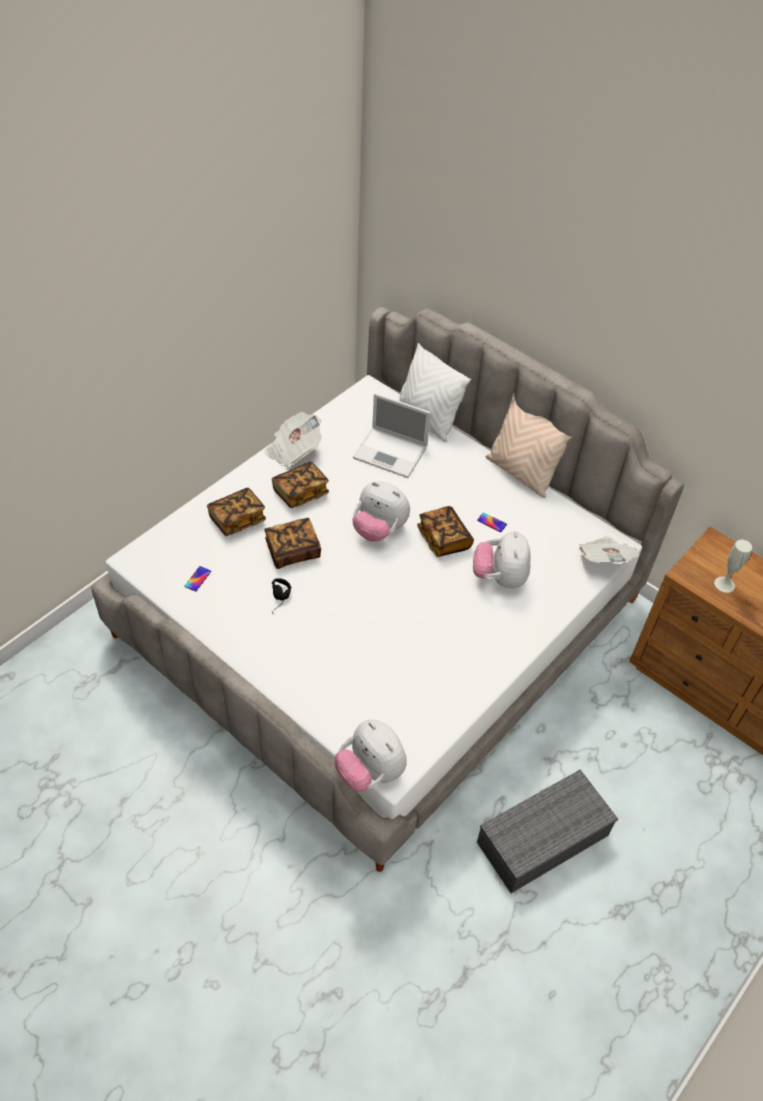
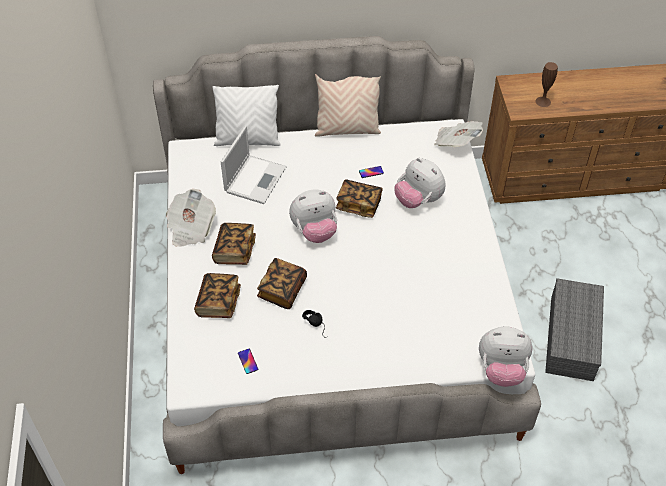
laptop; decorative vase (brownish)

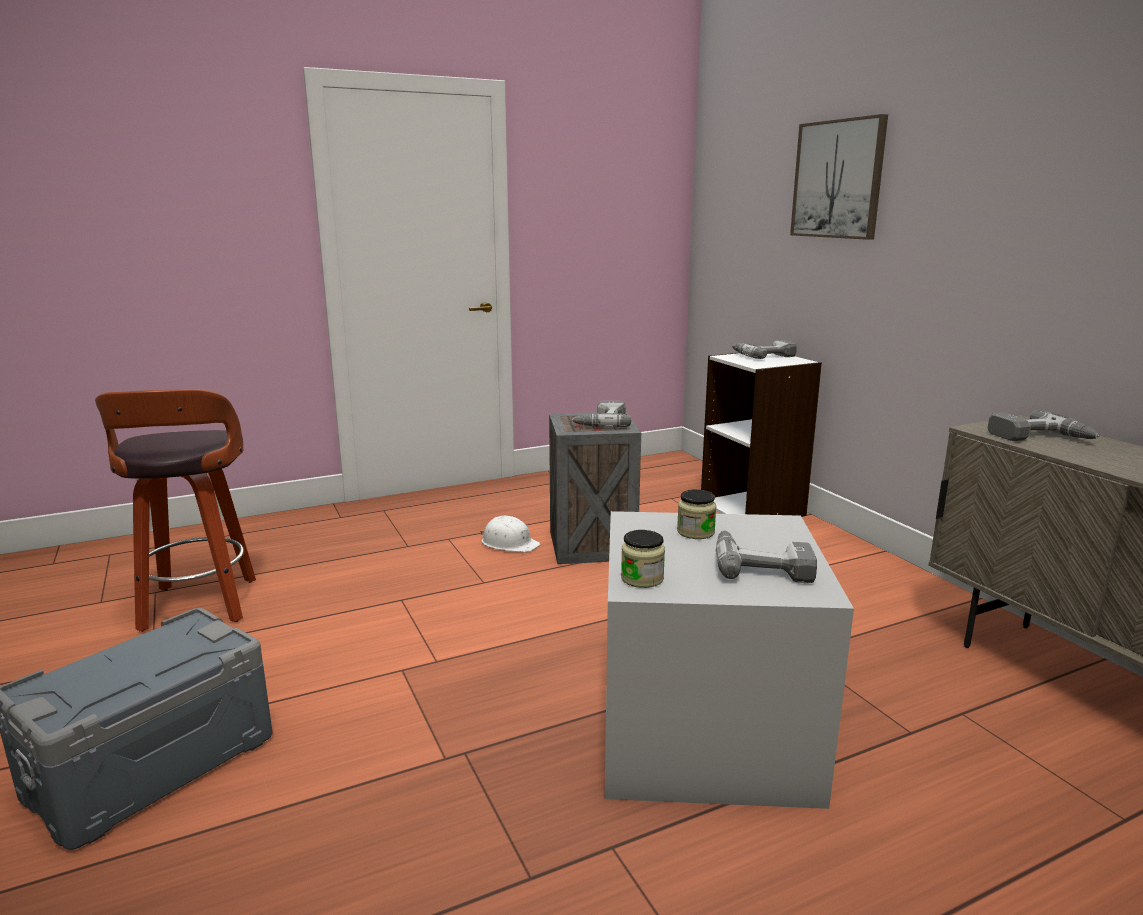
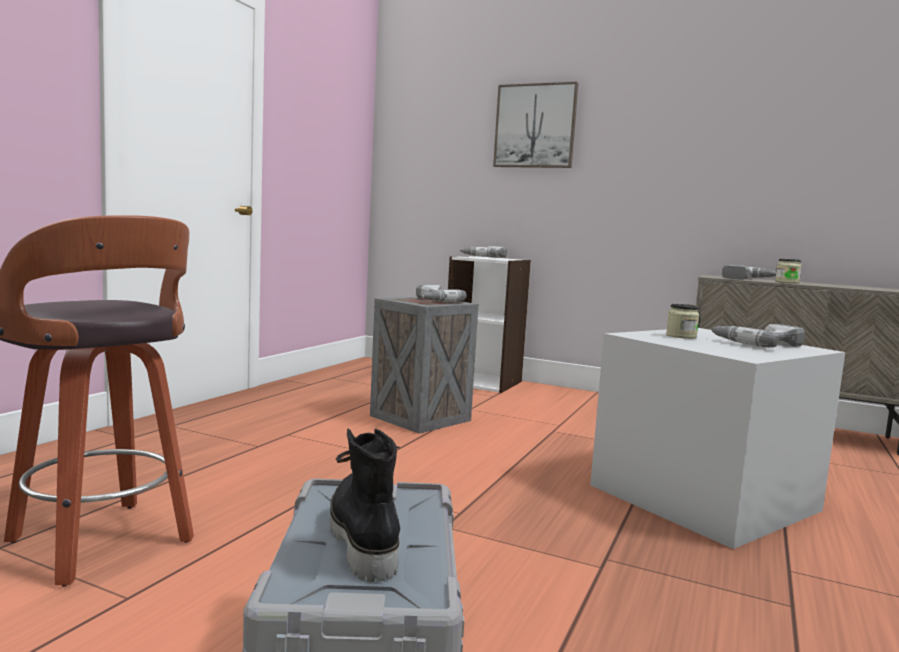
work helmet (white); storage jar (2nd from left); high-top boot (black-coloured)

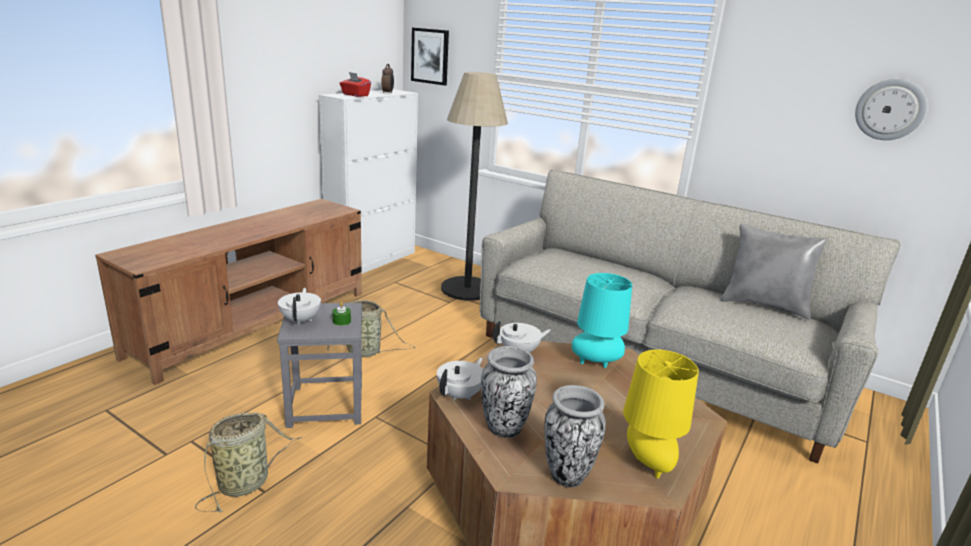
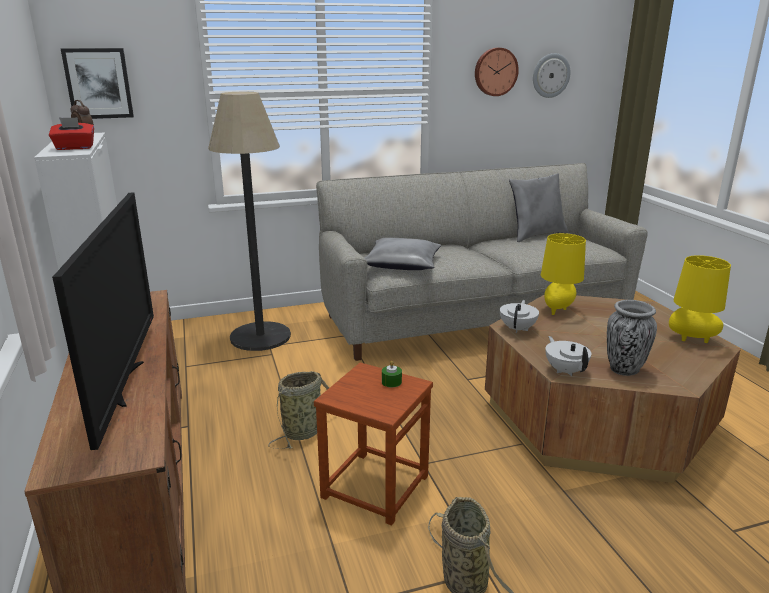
lamp for a table (yellow-coloured) (1st from left); tea pot (white) (1st from left in the first image); sitting stool (brownish); decorative vase (2nd from left in the first image); clock on the wall (1st from left); TV set; cushion (grey) (1st from left)

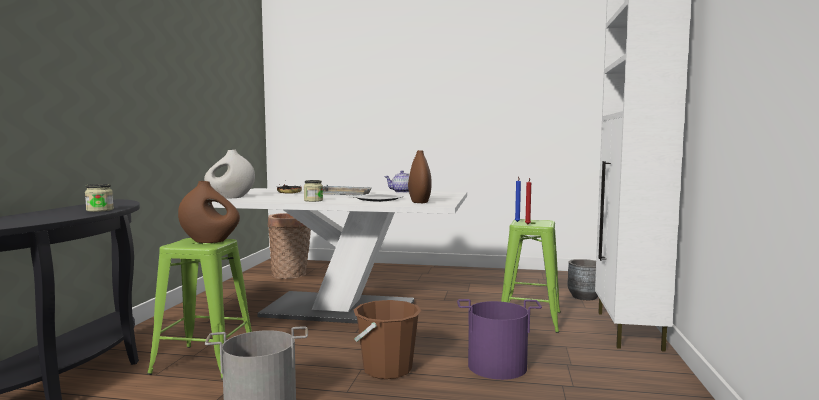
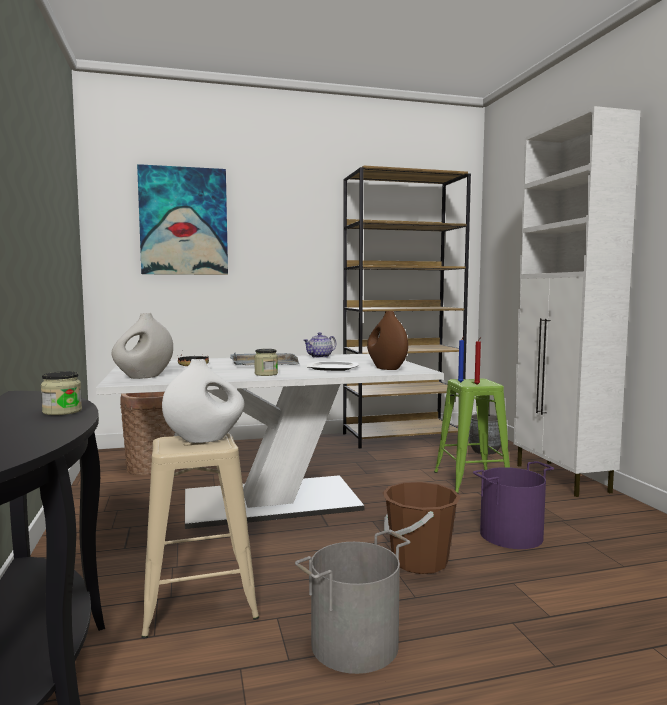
decorative vase (white) (2nd from left); sitting stool (sand-coloured); picture; bookshelf (brownish)

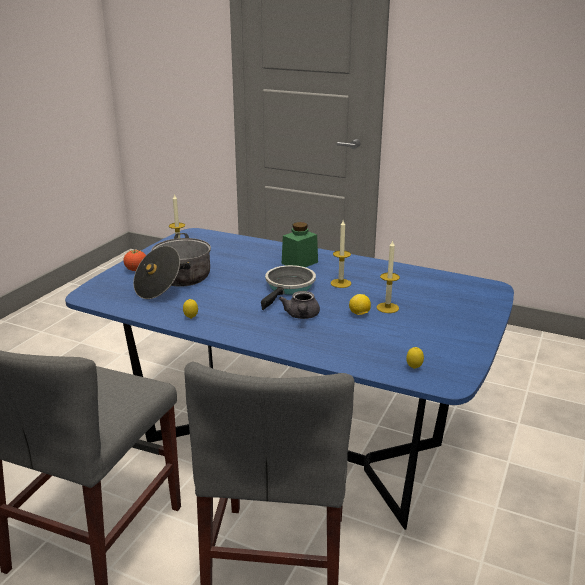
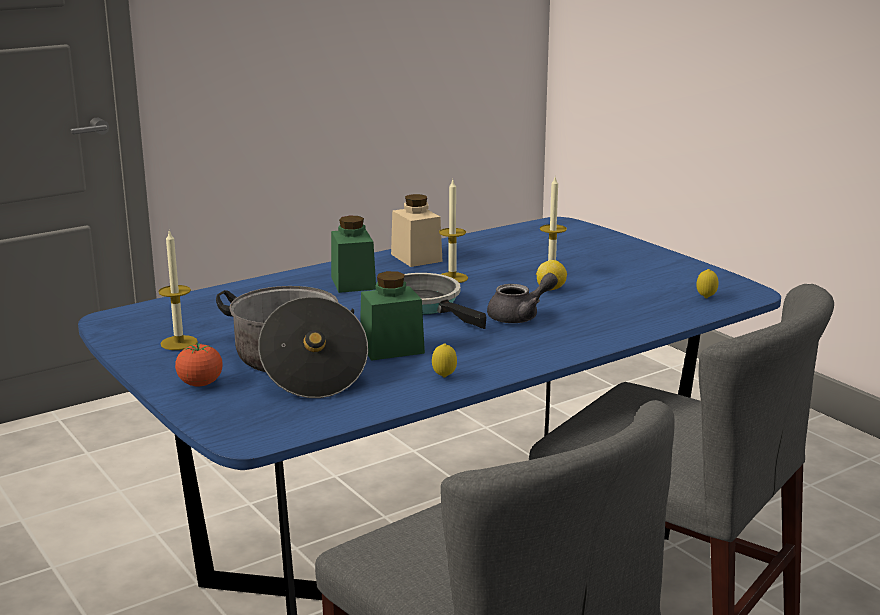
tea pot (grey); storage jar (sand-coloured); storage jar (green-coloured) (2nd from left)

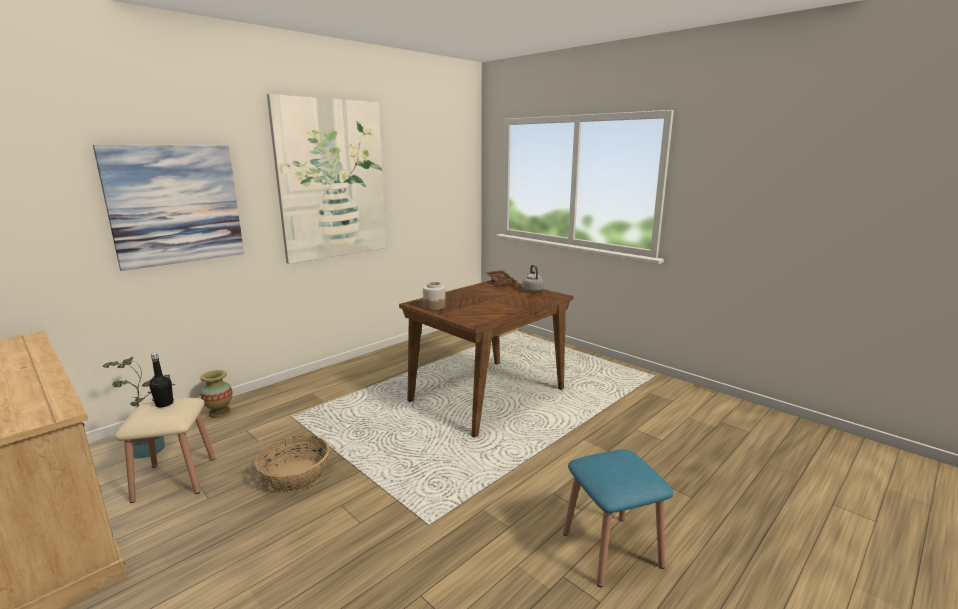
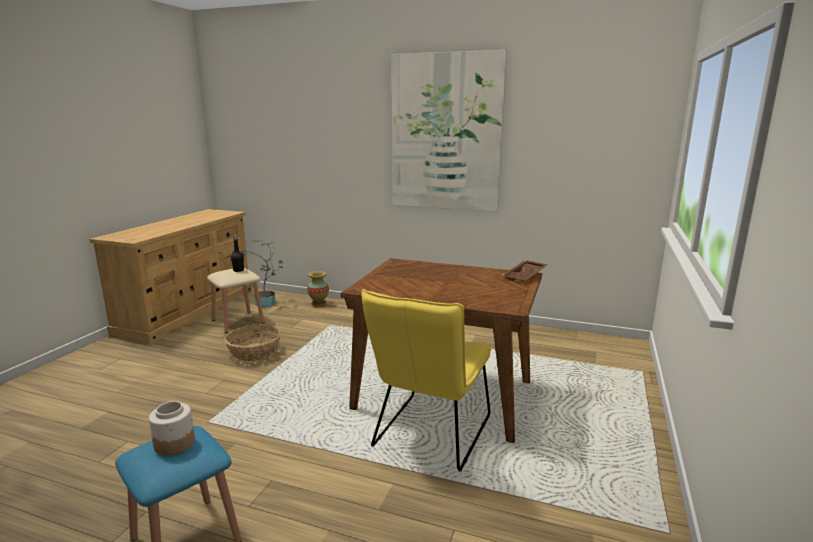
picture (1st from left in the first image); kettle (grey); storage jar; upright chair (yellow-coloured)

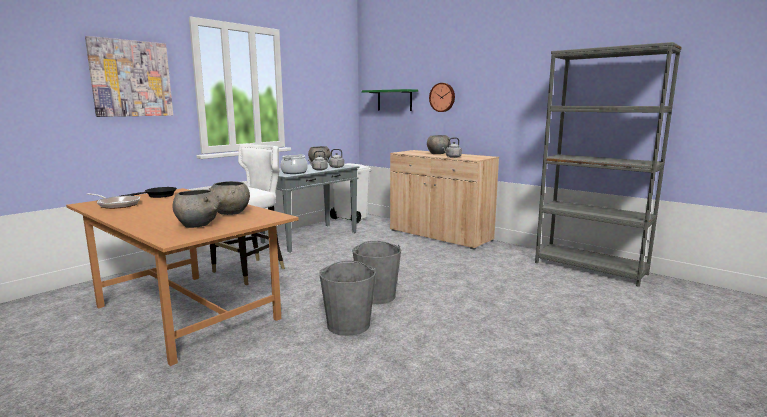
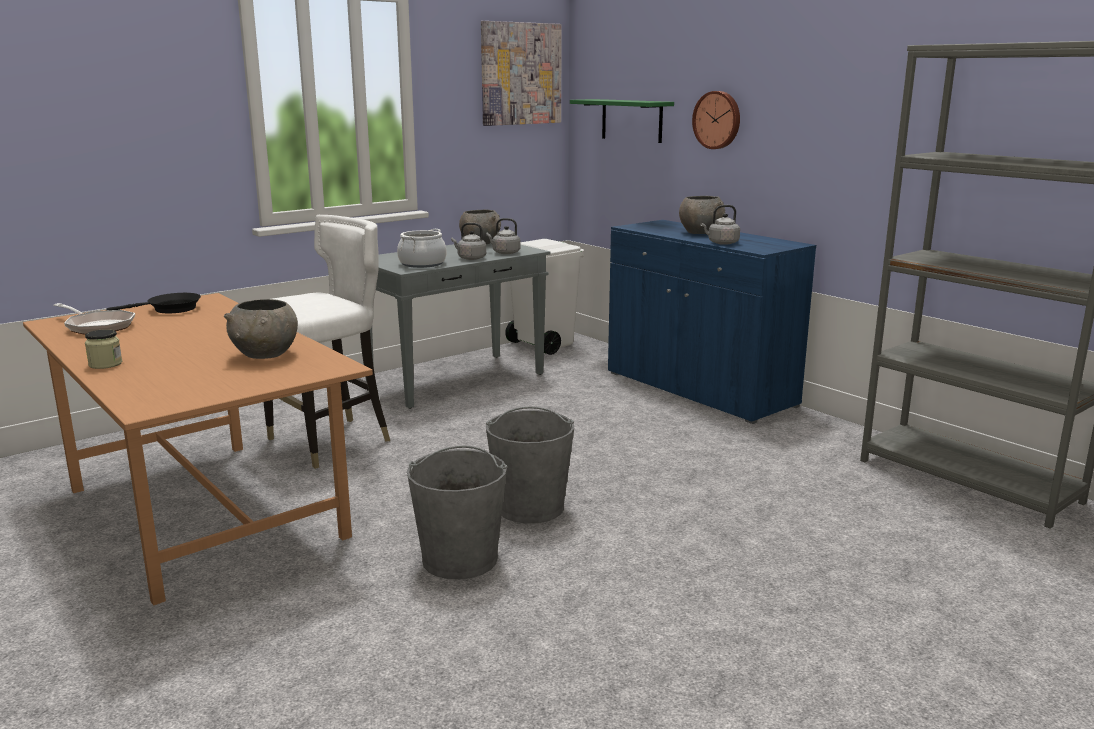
picture; cabinet (blue); serving bowl (grey) (1st from left in the first image); storage jar

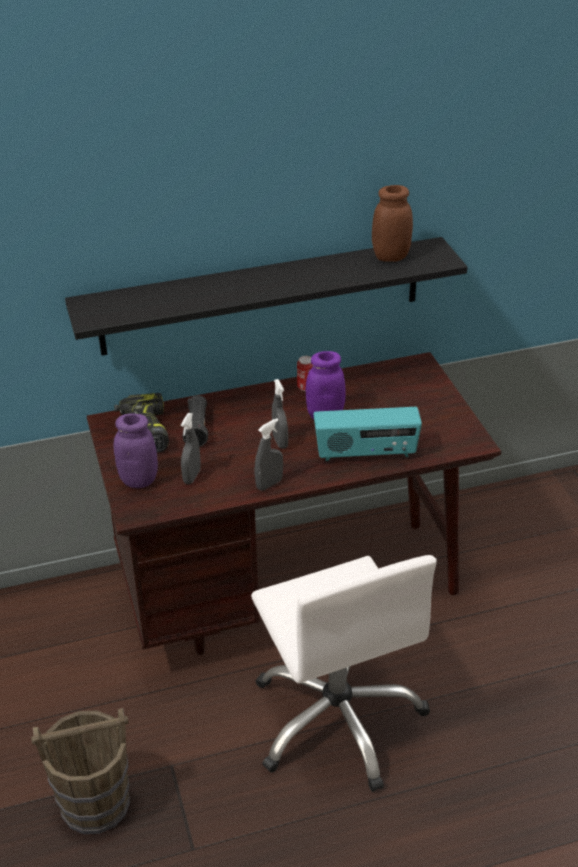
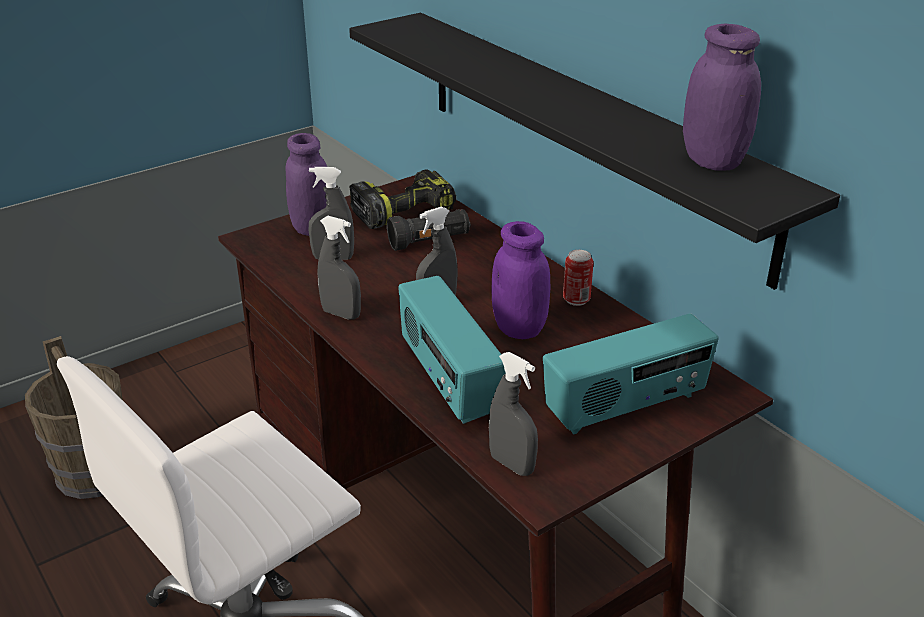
storage jar (purple) (3rd from left); radio set (2nd from left); spray bottle (grey) (4th from left)

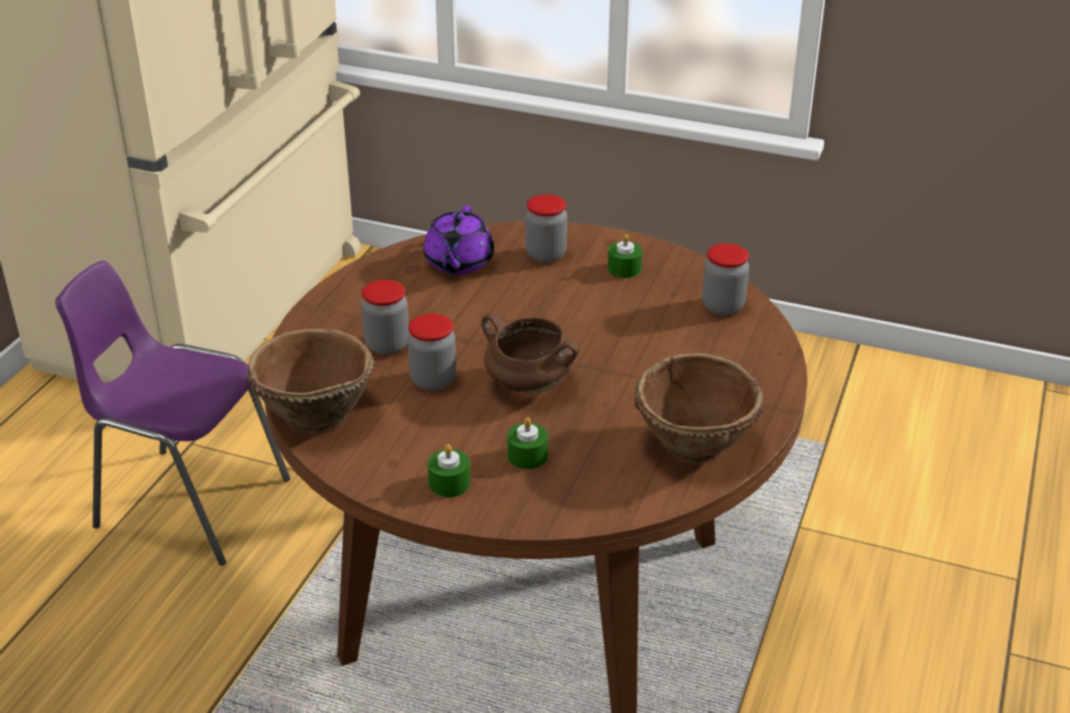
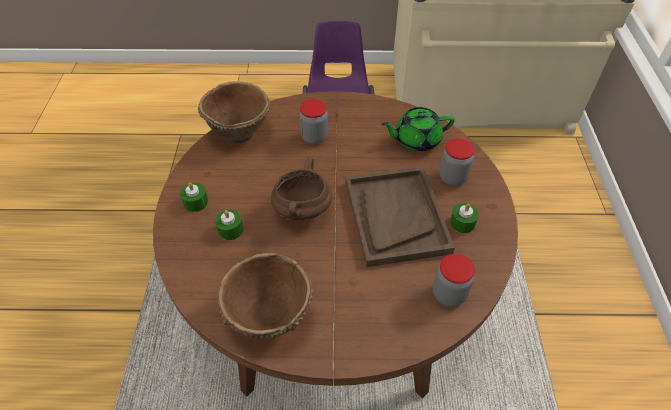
tea pot (green-coloured); storage jar (2nd from left in the first image); serving tray (brownish)

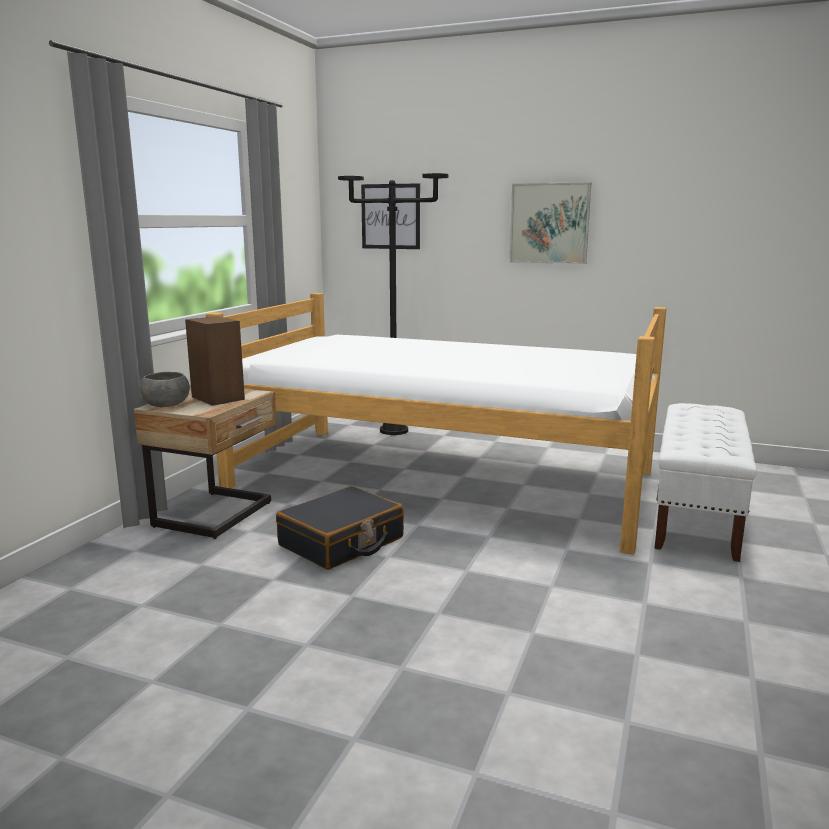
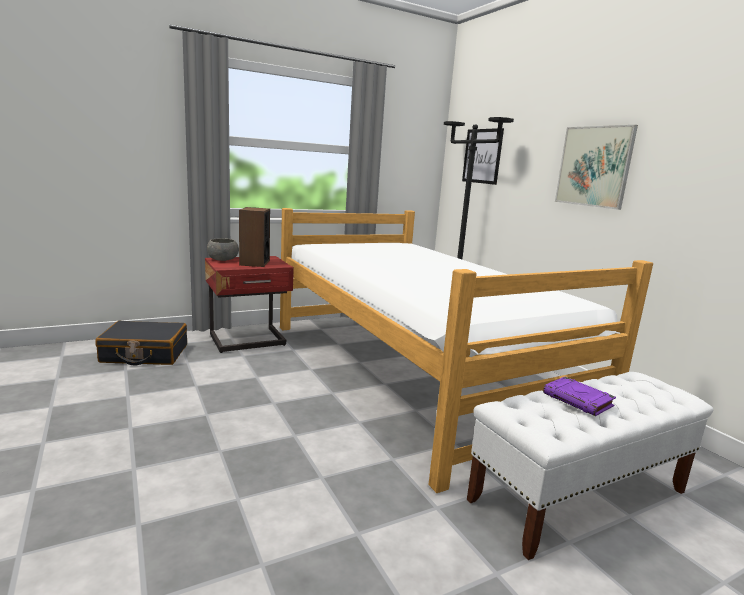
bedside table (red-coloured); piece of luggage (black-coloured); book (purple)

